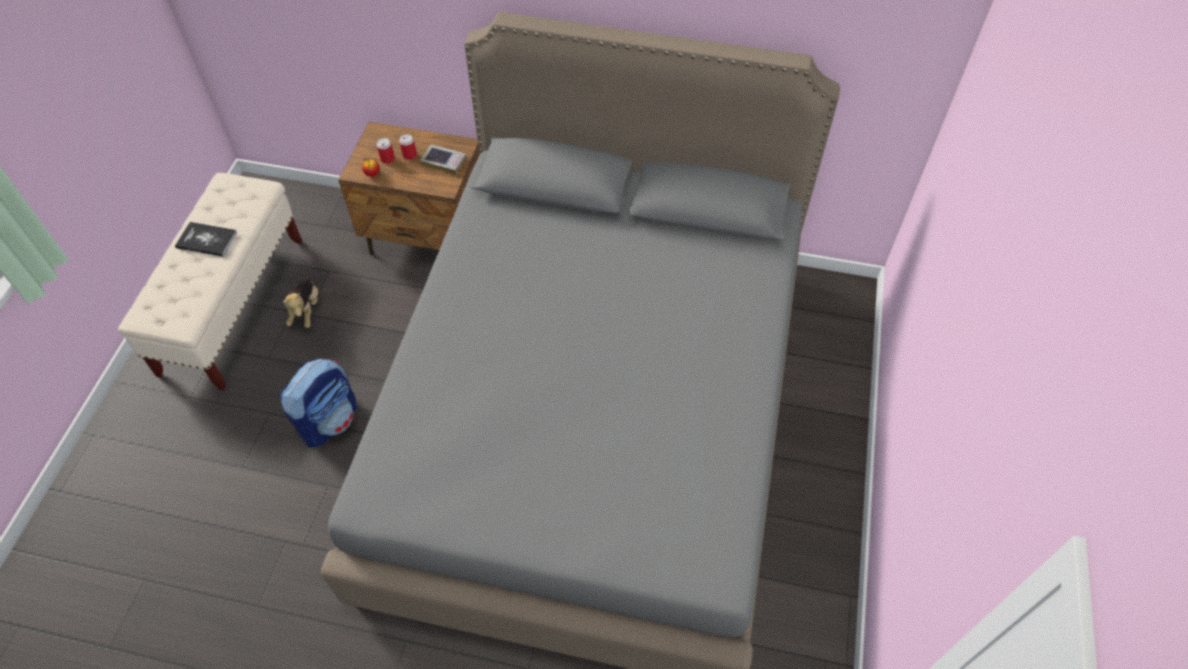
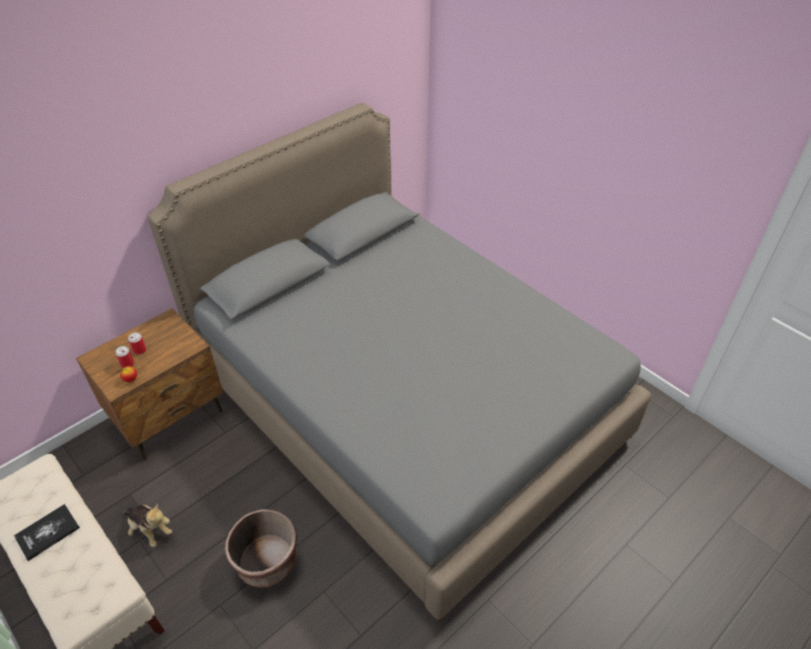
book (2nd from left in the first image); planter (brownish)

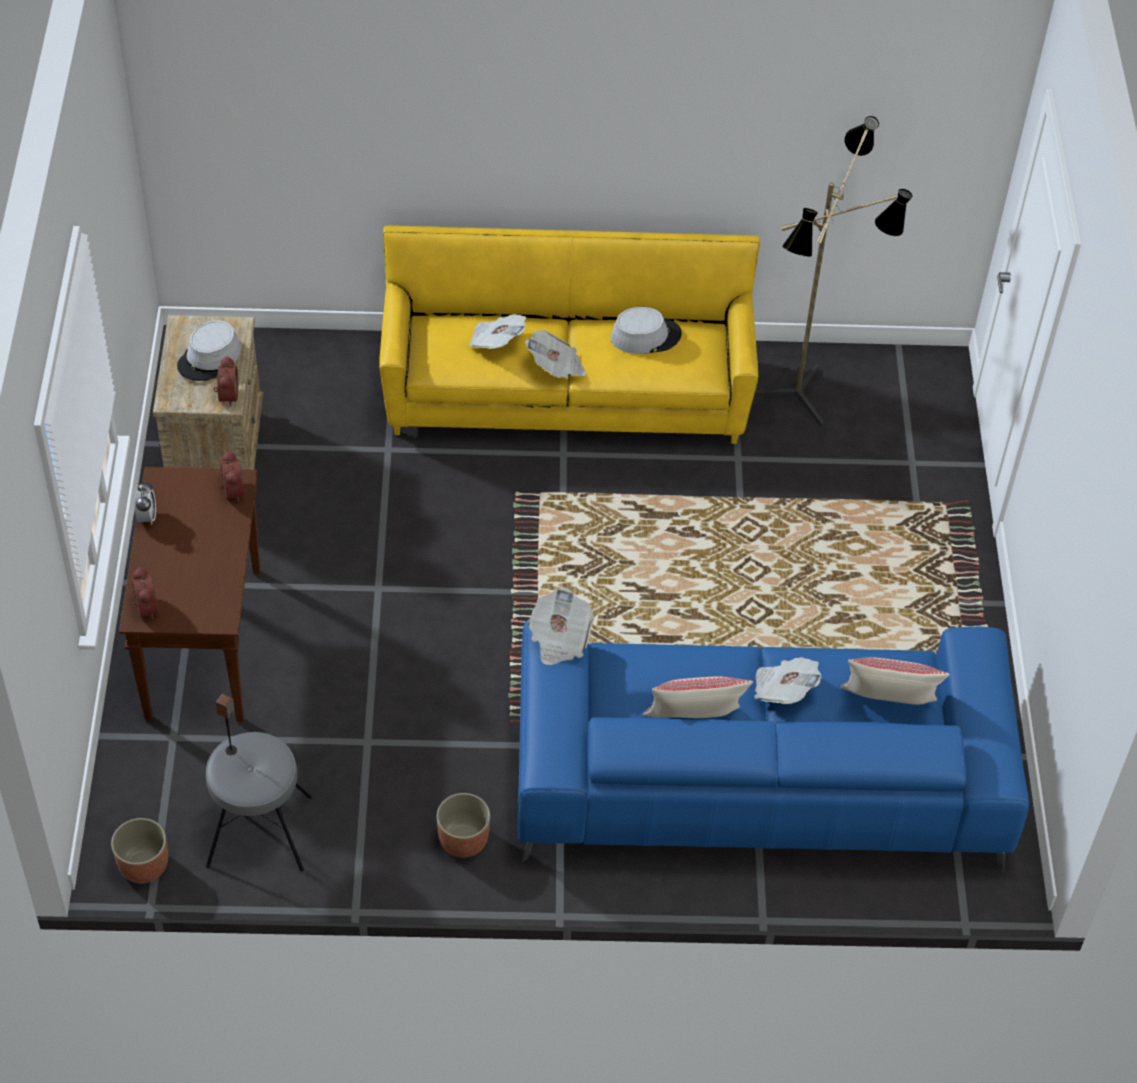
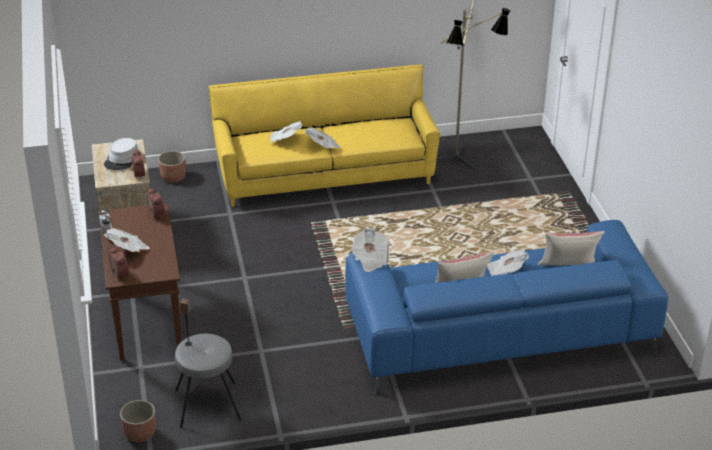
wearable hat (grey) (2nd from left in the first image); planter (2nd from left); newspaper (1st from left)

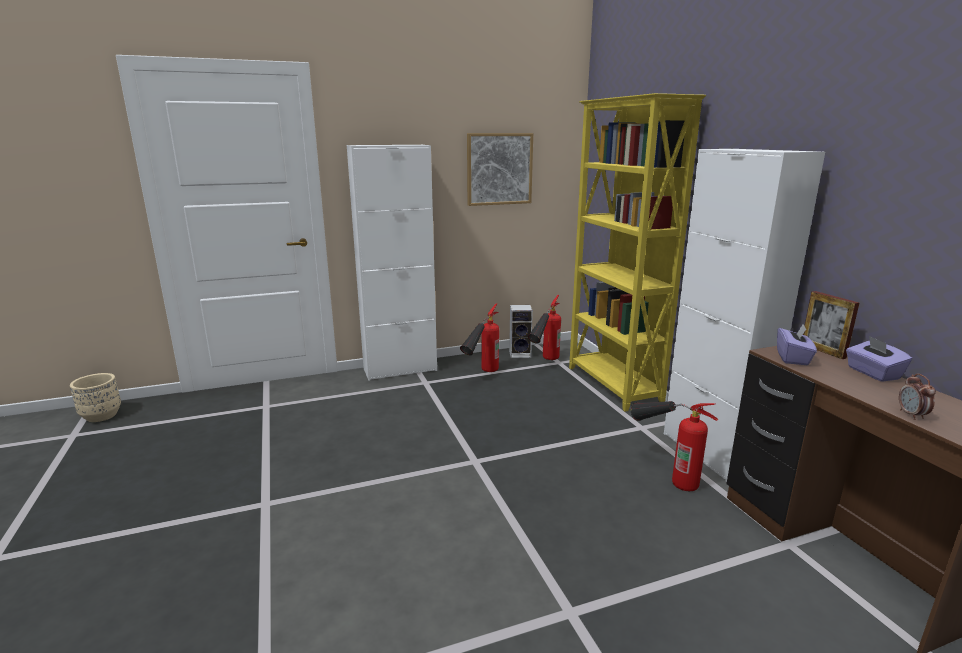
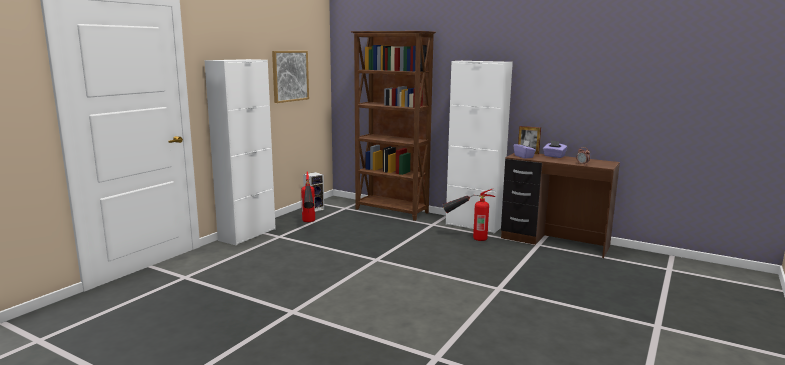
bookshelf (brownish); extinguisher (2nd from left in the first image); planter (sand-coloured)

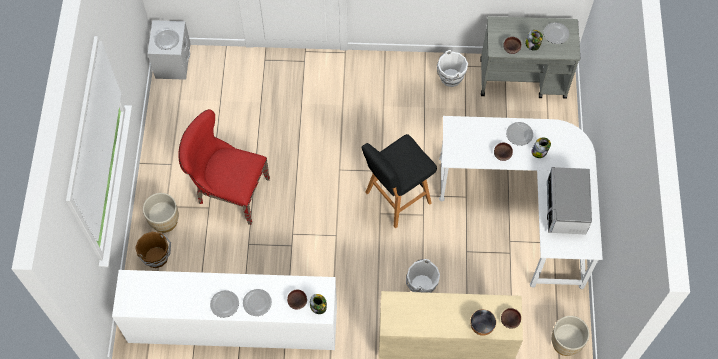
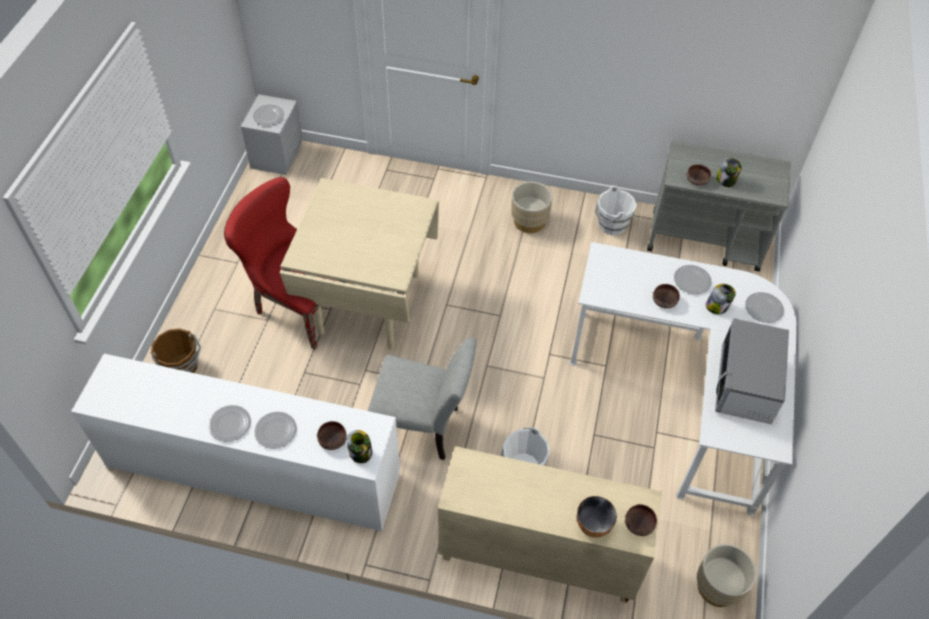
flat dish (5th from left); sitting stool (black-coloured); planter (sand-coloured) (1st from left); dining table (sand-coloured); upright chair (grey)

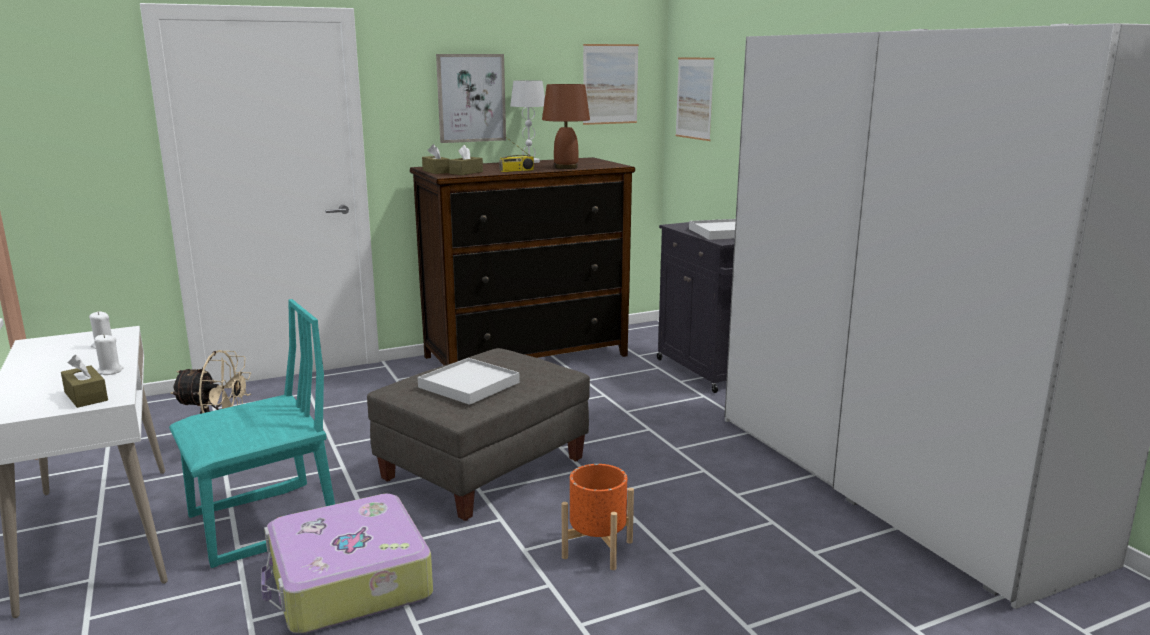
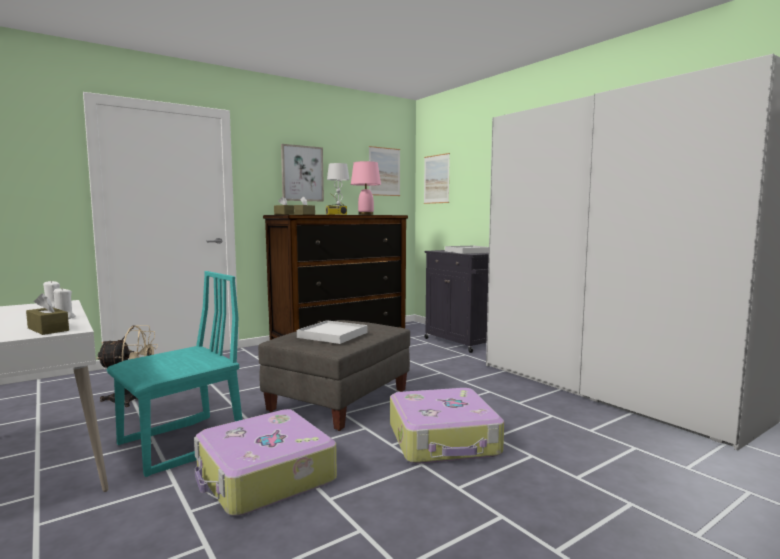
lamp for a table (pinkish); piece of luggage (2nd from left)

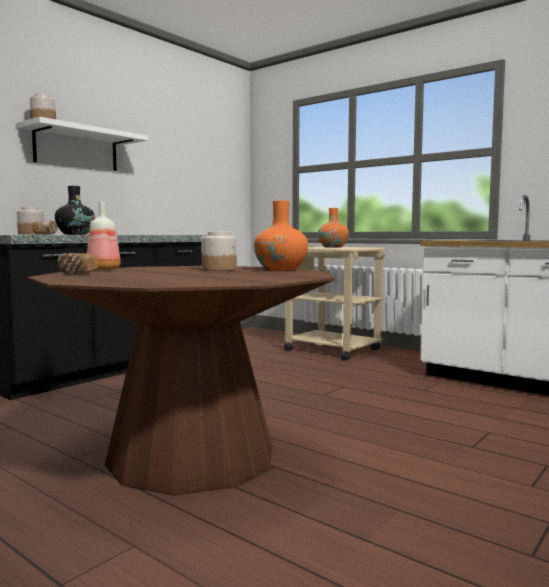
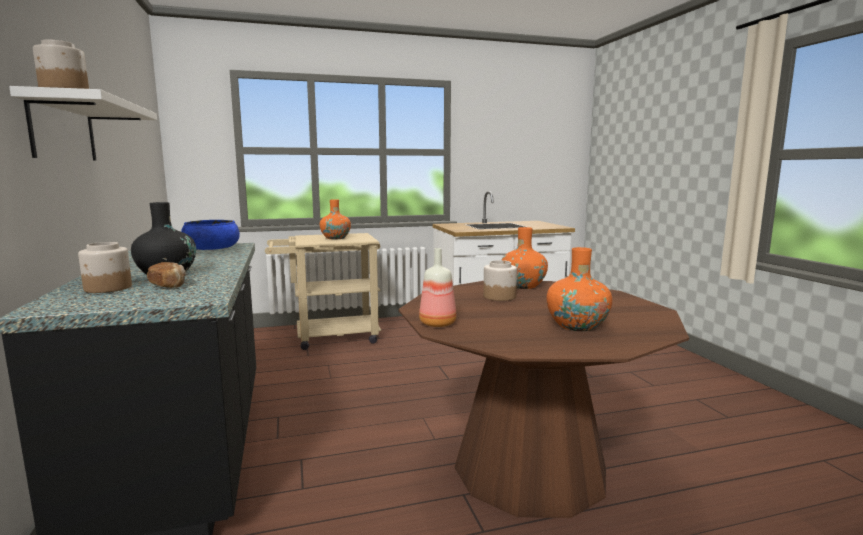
bread (2nd from left in the first image); serving bowl (blue); decorative vase (orangey) (3rd from left)

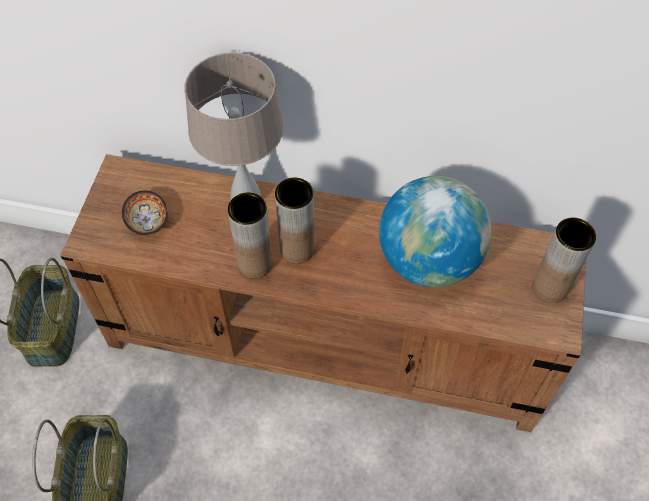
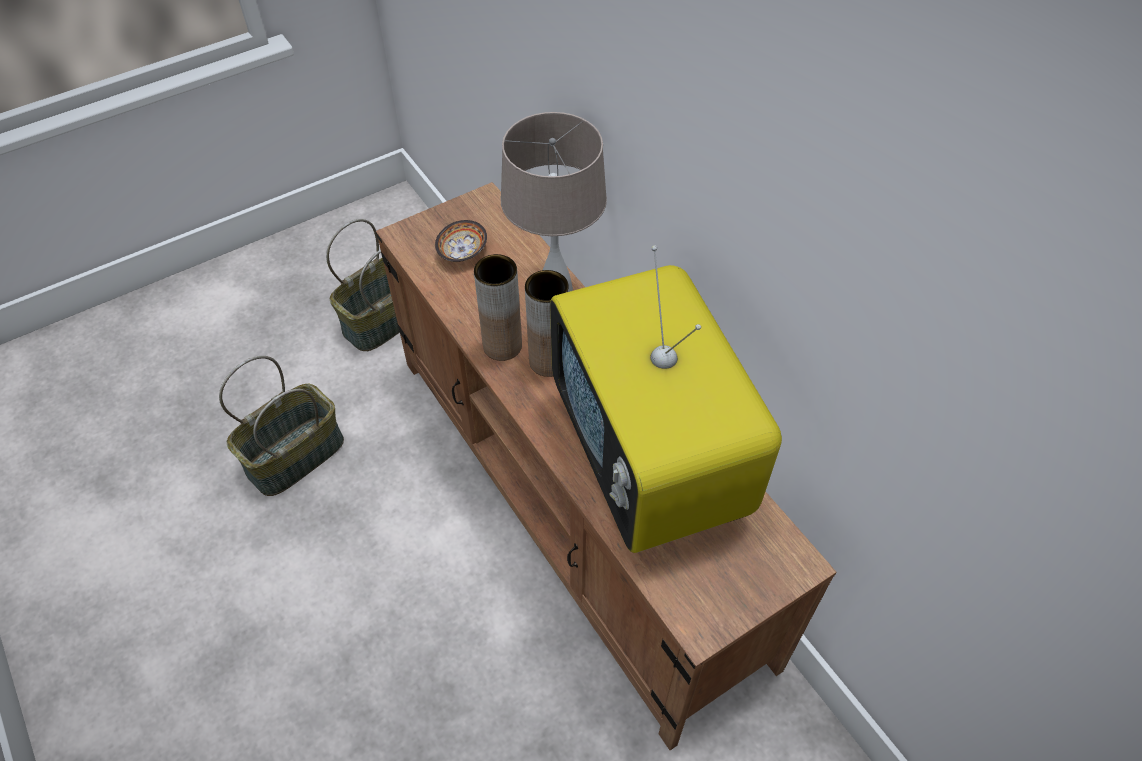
TV set; decorative vase (brownish) (3rd from left in the first image)

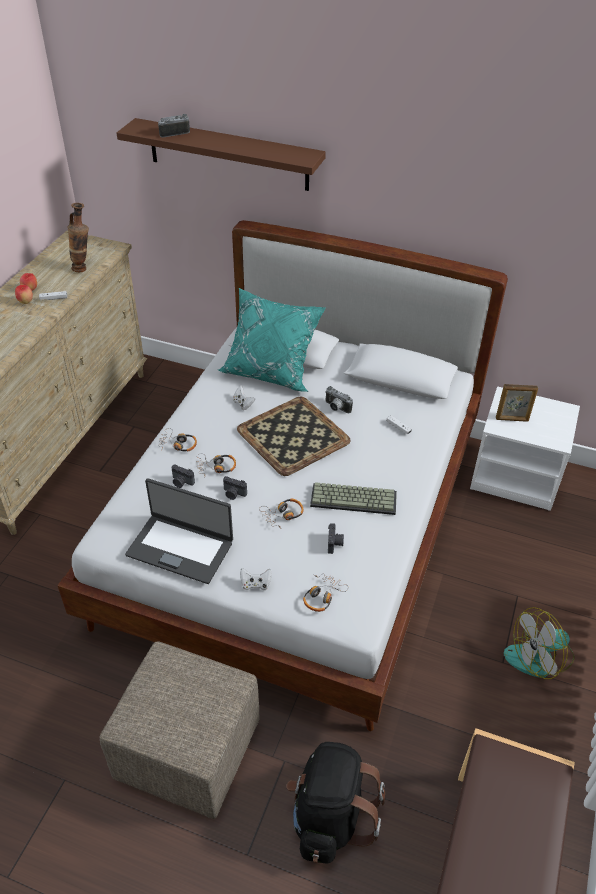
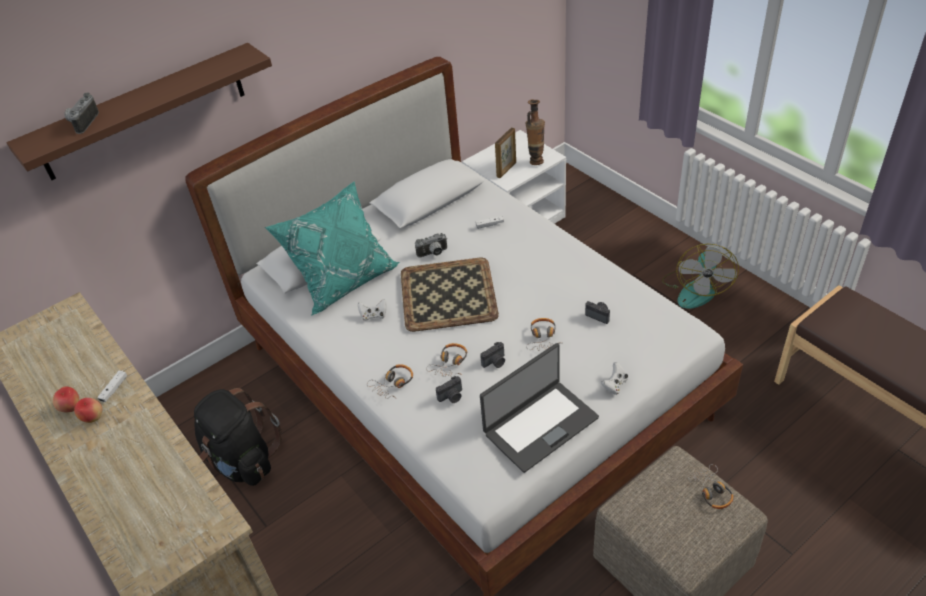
decorative vase; keyboard; headset (4th from left); rucksack (black-coloured)

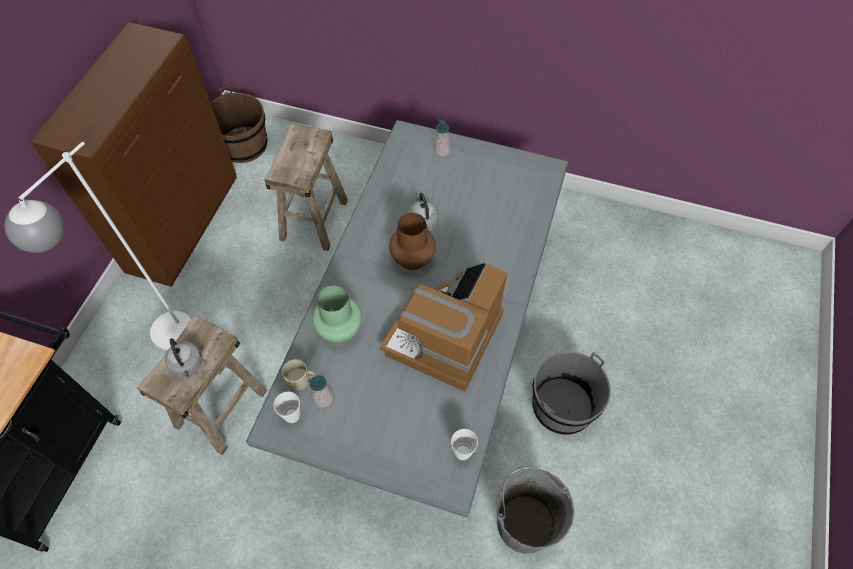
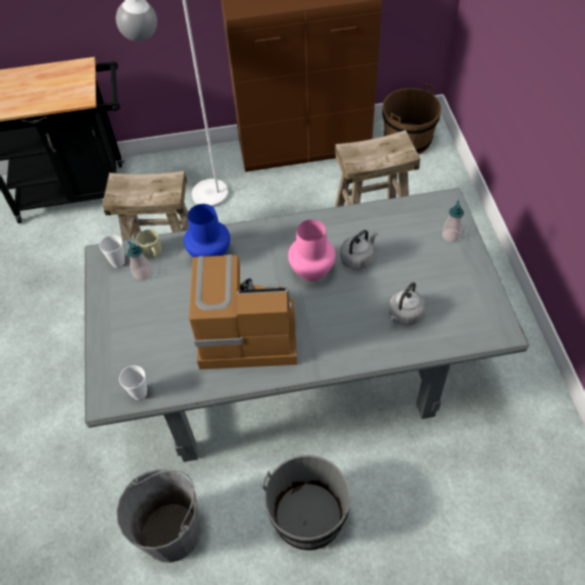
decorative vase (pinkish); decorative vase (blue); kettle (grey) (2nd from left)

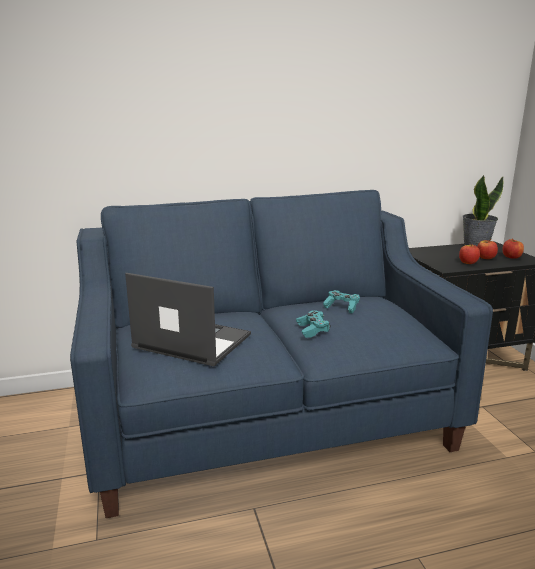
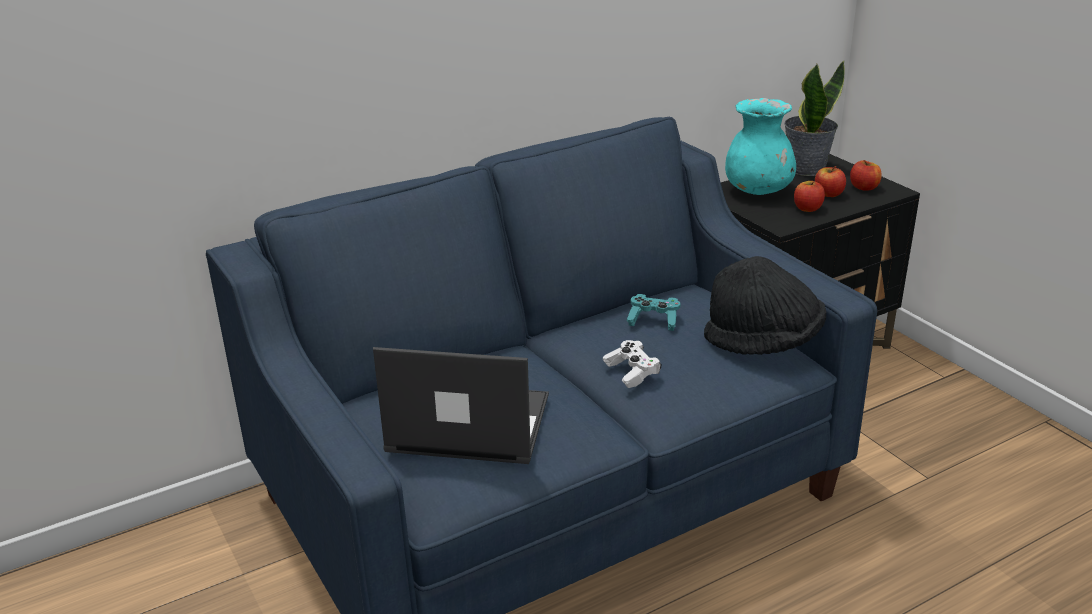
game controller (white); decorative vase (turquoise); wearable hat (black-coloured)

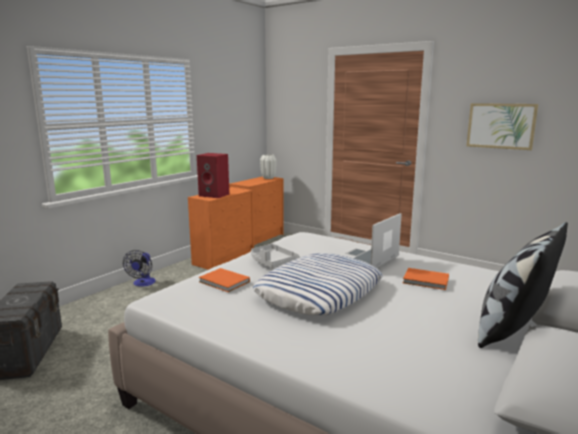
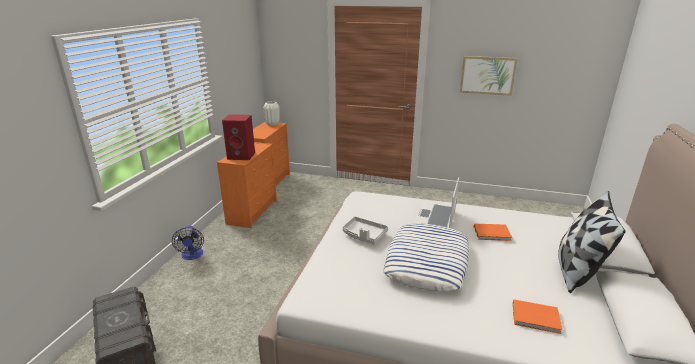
book (orangey) (2nd from left)

